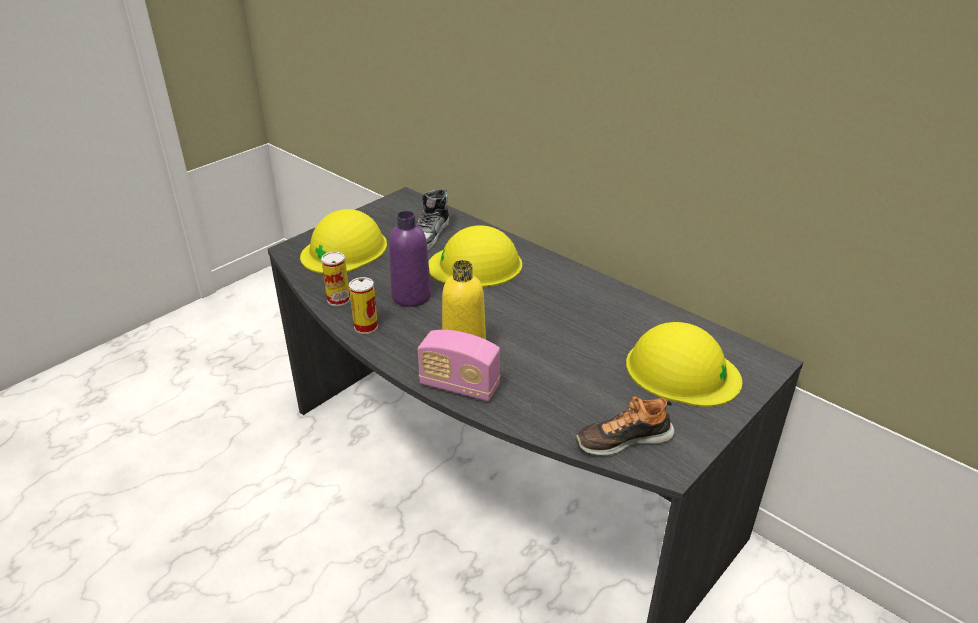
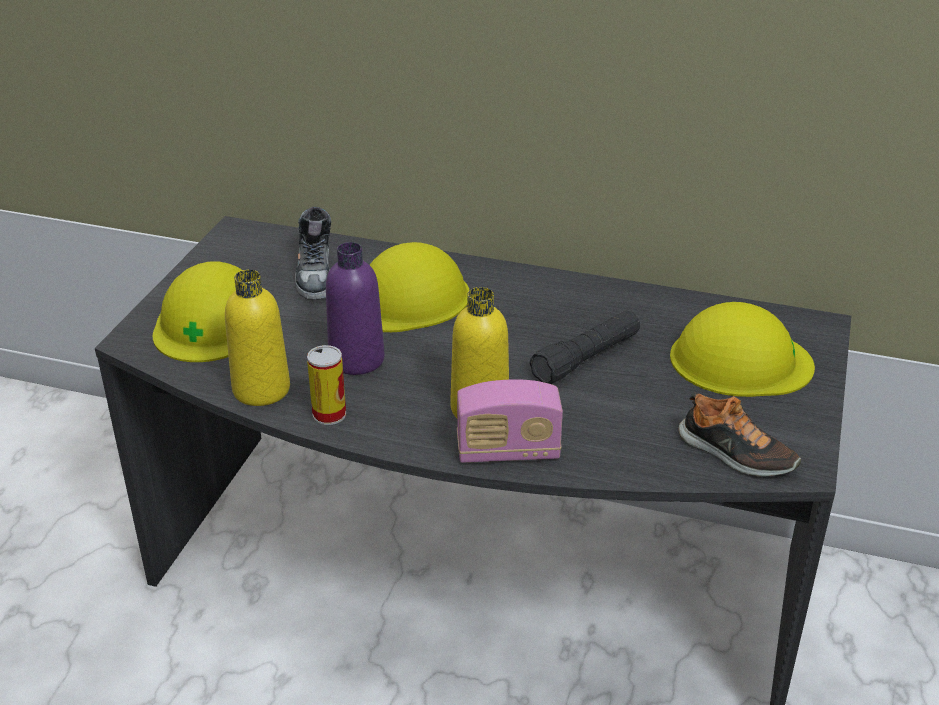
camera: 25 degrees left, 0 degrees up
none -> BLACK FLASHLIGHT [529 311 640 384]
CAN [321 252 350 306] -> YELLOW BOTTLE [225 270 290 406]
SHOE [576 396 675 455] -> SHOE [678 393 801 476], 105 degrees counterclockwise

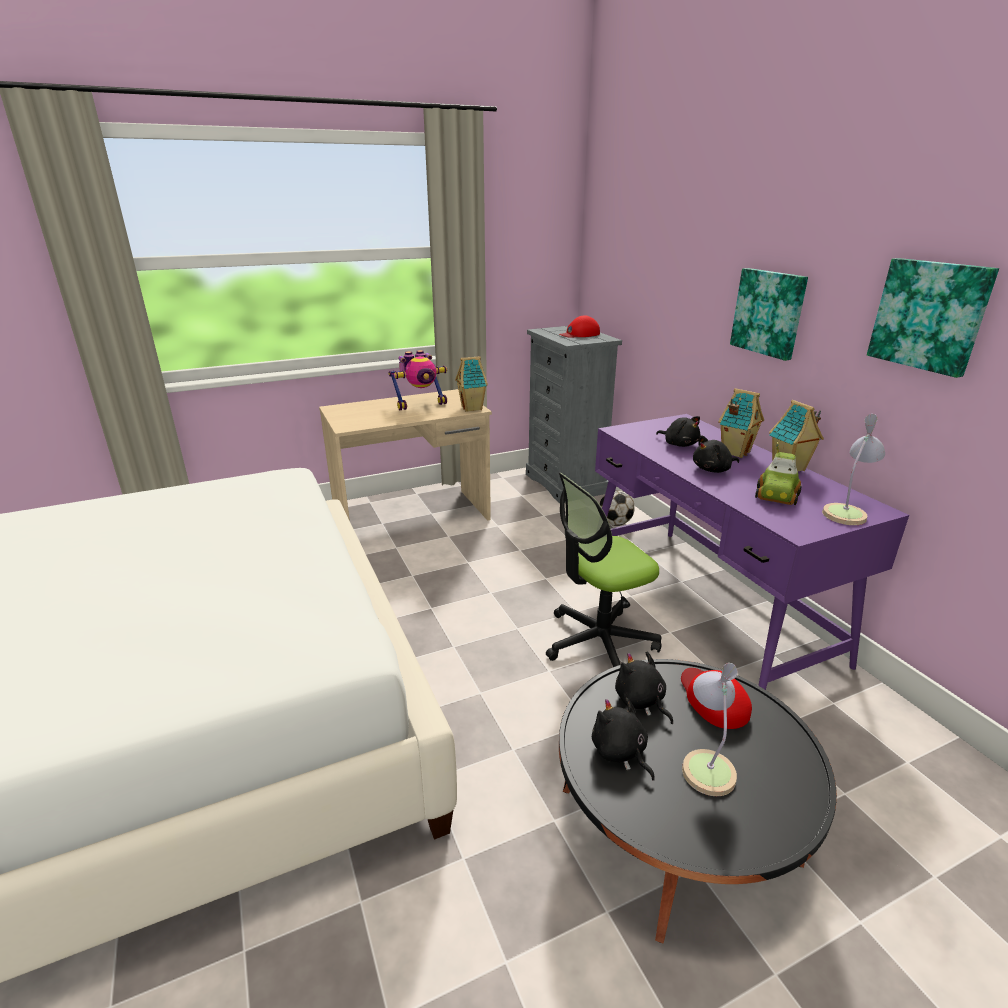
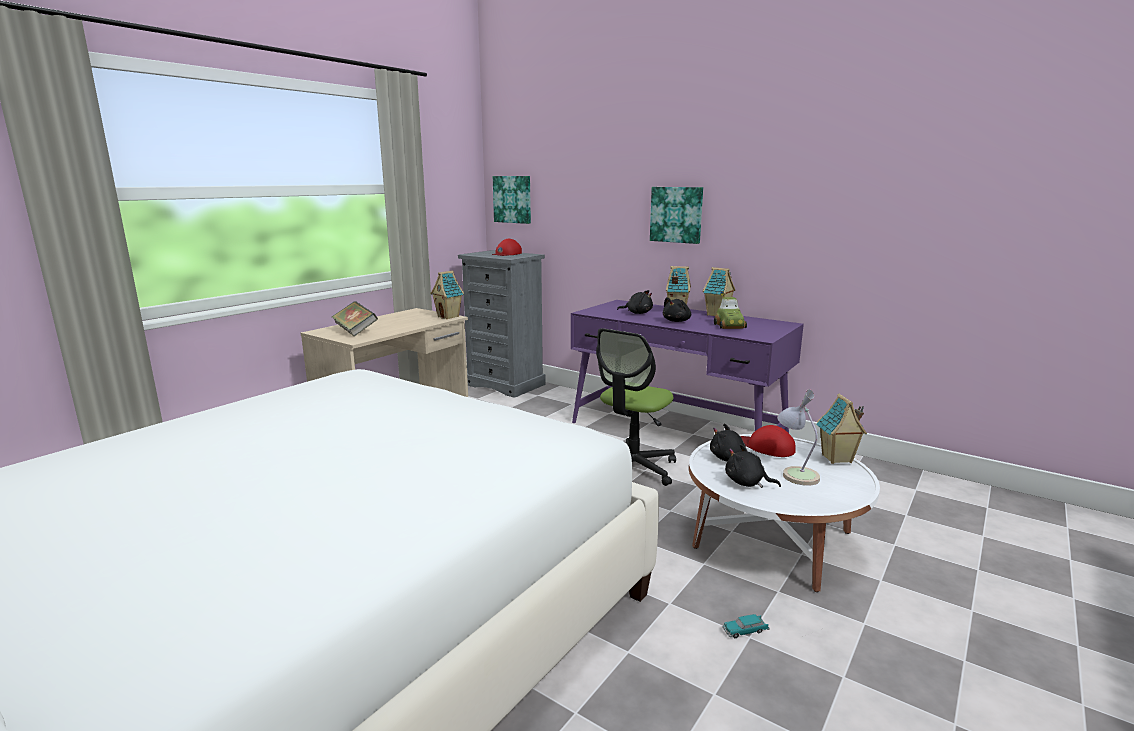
camera: 30 degrees left, 10 degrees down
TOY ROBOT [388 350 447 410] -> none
FOOTBALL [599 490 635 526] -> none
TABLE LAMP [822 414 885 525] -> none
none -> BOOK [332 301 378 337]
none -> TOY CAR [722 614 770 638]
none -> TOY HOUSE [816 394 867 464]
PICTURE [867 258 999 378] -> PICTURE [493 176 531 224], shifted
BLACK COFFEE TABLE [559 659 837 944] -> WHITE COFFEE TABLE [689 434 880 592]

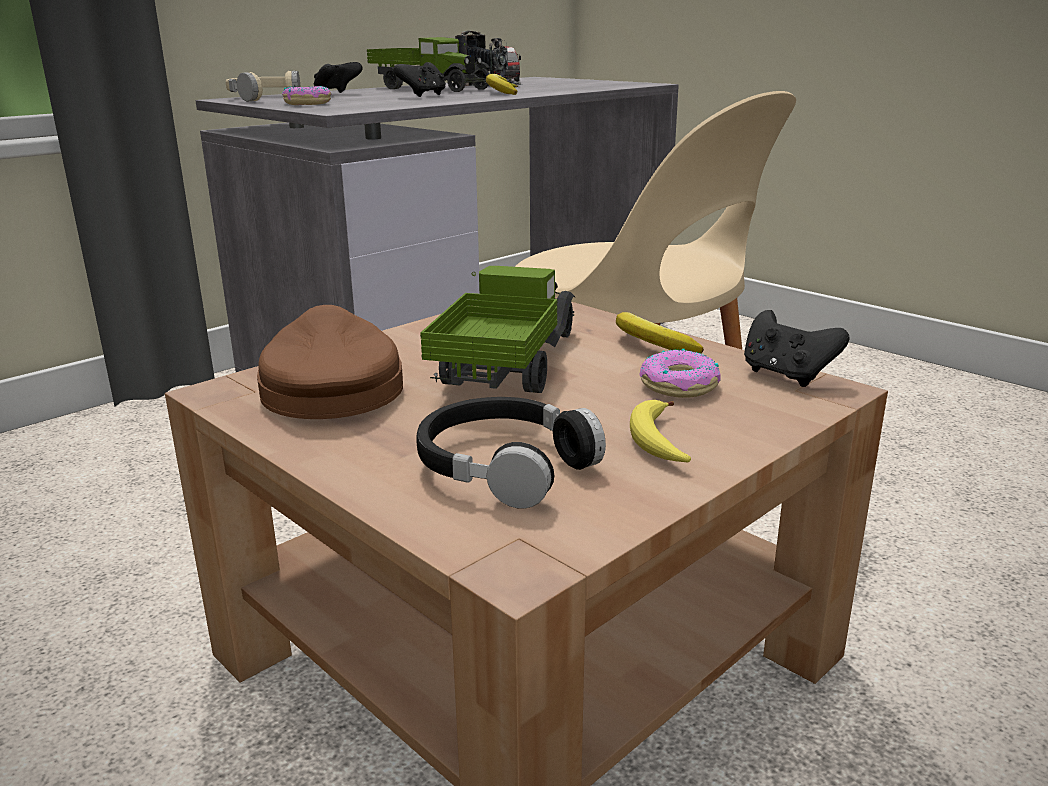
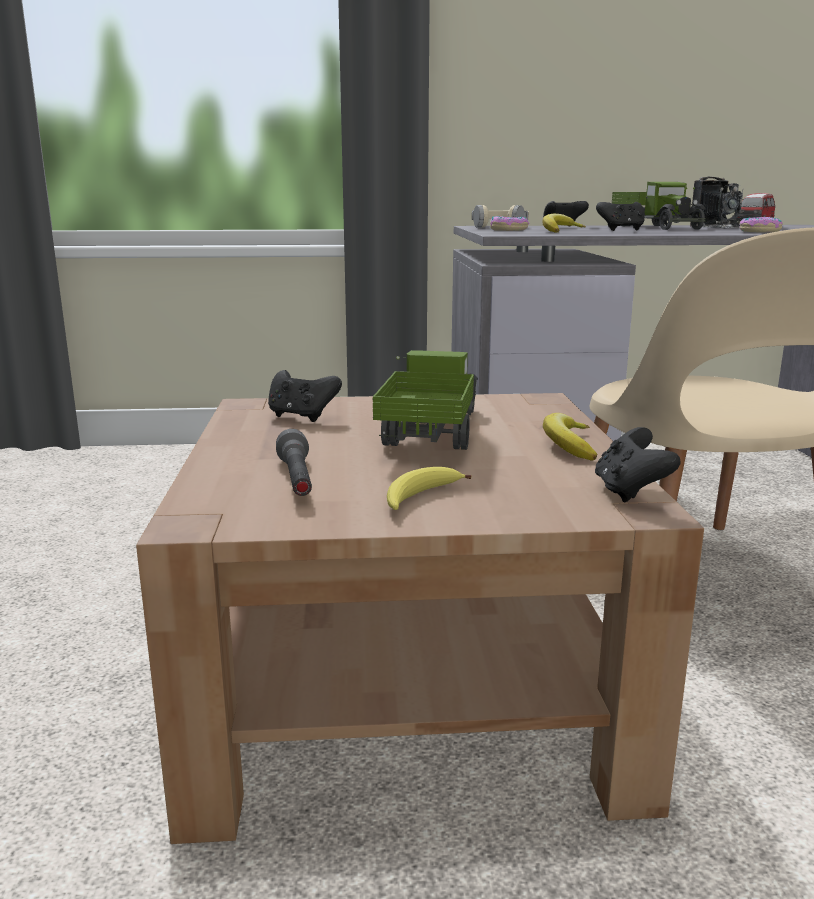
camera: 40 degrees right, 5 degrees down
BANANA [486 74 518 95] -> BANANA [543 214 586 232], shifted
DONUT [640 349 721 398] -> DONUT [739 217 783 232], shifted
BROWN CAP [257 305 403 419] -> BLACK GAME CONTROLLER [268 370 342 422]
BLACK HEADPHONES [417 397 606 509] -> GREY FLASHLIGHT [276 429 312 496]
TOY TRUCK [420 266 576 393] -> TOY TRUCK [372 350 478 450], 45 degrees counterclockwise

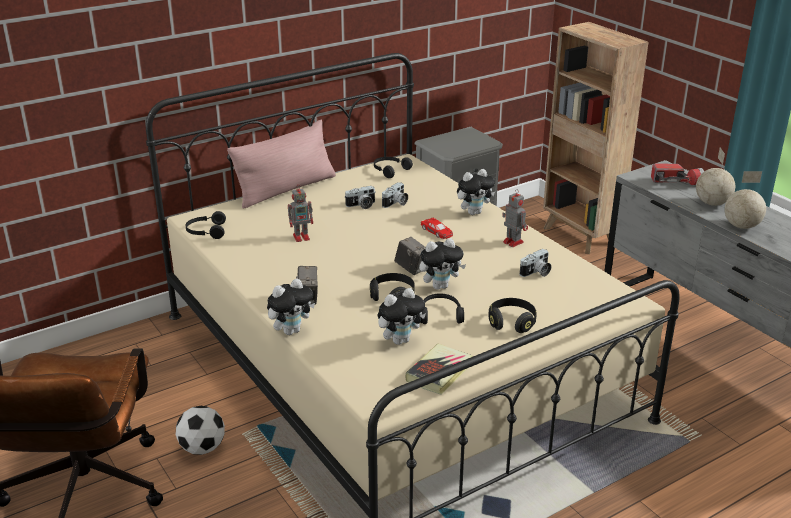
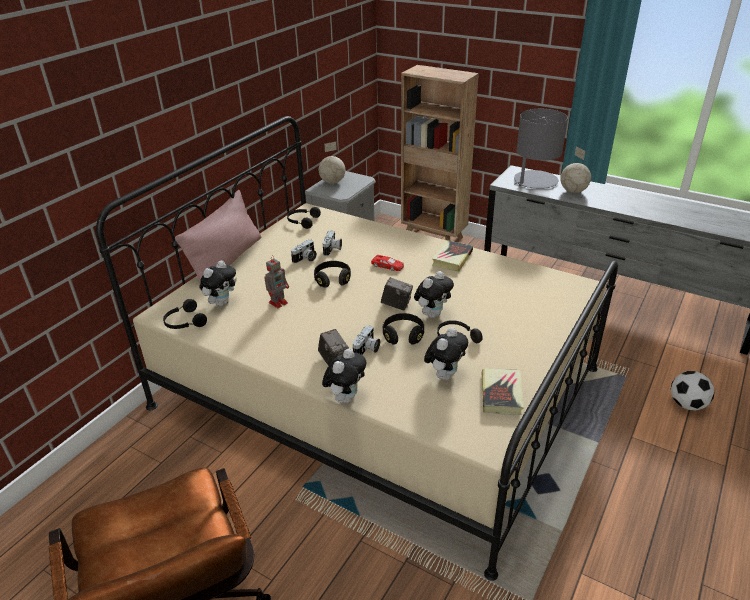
camera: 25 degrees left, 5 degrees up
FOOTBALL [176 406 225 455] -> FOOTBALL [670 371 715 411], shifted
PLUSH TOY [457 169 495 215] -> PLUSH TOY [200 260 237 306], shifted
BLACK HEADPHONES [488 298 537 333] -> BLACK HEADPHONES [314 261 351 288], shifted
PHOTO CAMERA [520 249 551 277] -> PHOTO CAMERA [353 325 380 355], shifted
GLOBE [724 171 766 229] -> GLOBE [319 142 345 184], shifted
TOY ROBOT [502 189 528 247] -> BOOK [432 240 473 272]
FLASHLIGHT [651 164 704 185] -> GREY TABLE LAMP [514 109 568 189]

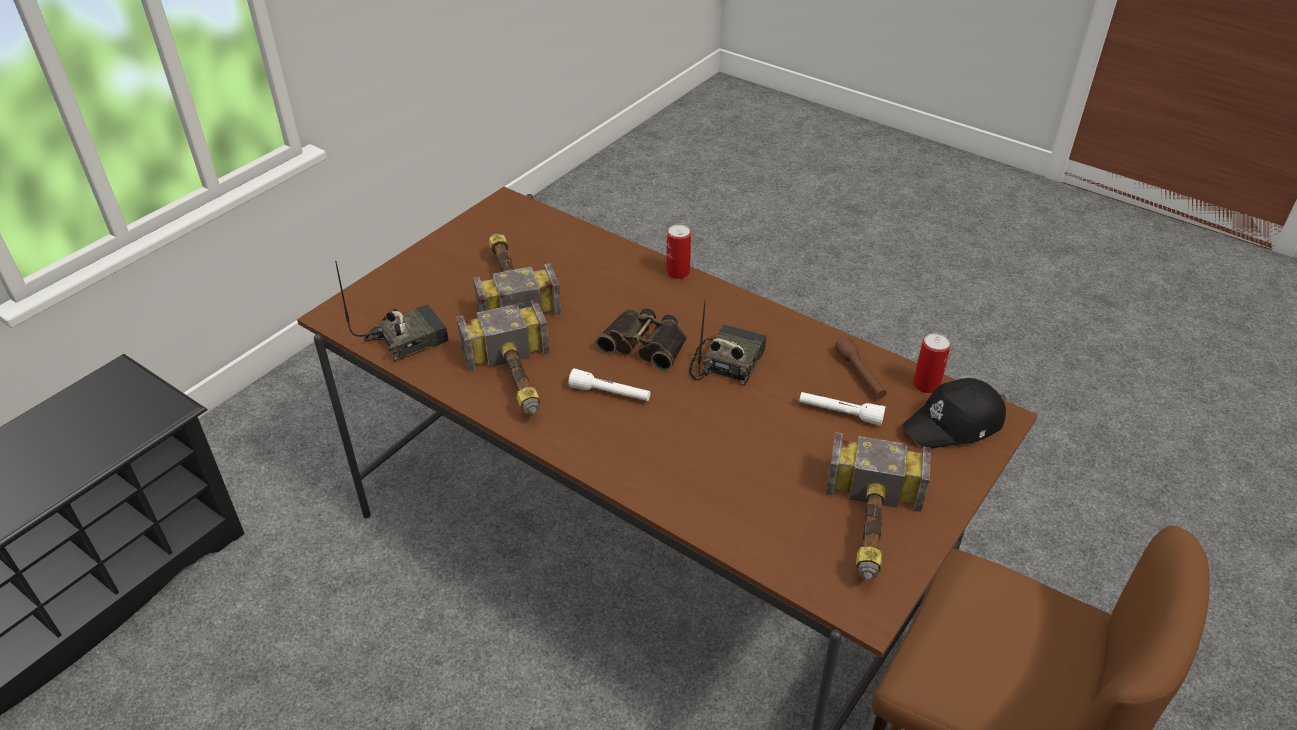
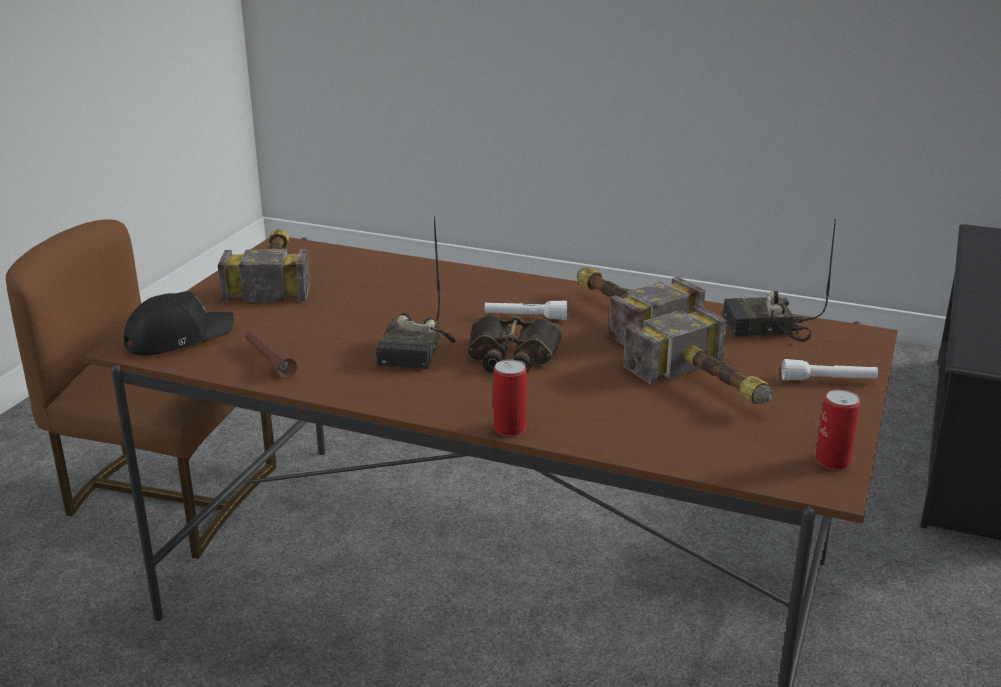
camera: 165 degrees right, 15 degrees down
WHITE FLASHLIGHT [799 392 886 426] -> WHITE FLASHLIGHT [782 359 878 381], shifted
CAN [913 333 951 393] -> CAN [816 390 860 470], shifted
RADIO [336 261 449 362] -> RADIO [723 219 836 342], 45 degrees clockwise

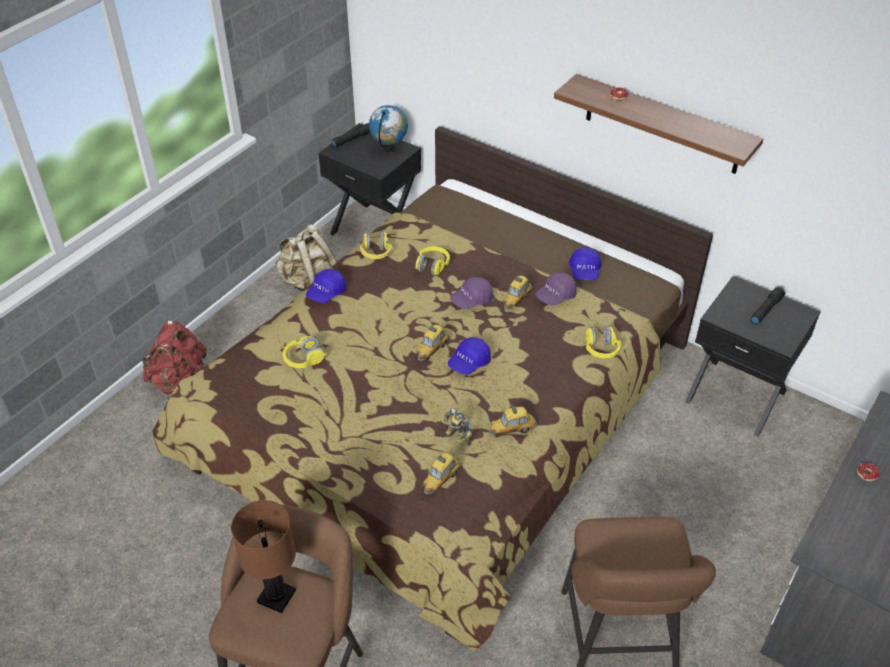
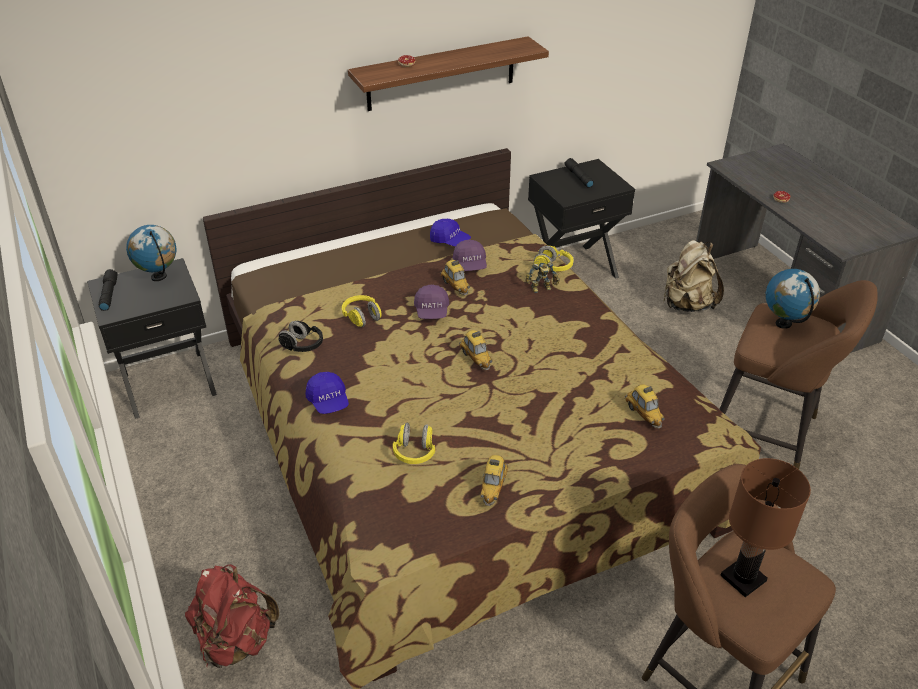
camera: 60 degrees left, 5 degrees down
BLUE CAP [448 337 491 375] -> none
none -> GLOBE [766 269 820 329]
BEIGE BACKPACK [275 224 337 292] -> BEIGE BACKPACK [664 240 724 312], shifted
TOY ROBOT [444 408 472 444] -> TOY ROBOT [525 262 560 293], shifted
TOY CAR [488 406 538 435] -> TOY CAR [480 455 508 506], shifted
YELLOW HEADPHONES [360 231 392 259] -> BLACK HEADPHONES [279 321 323 352]

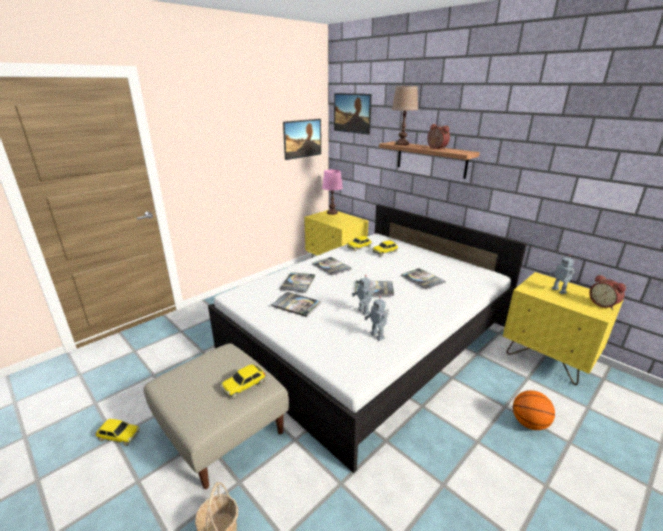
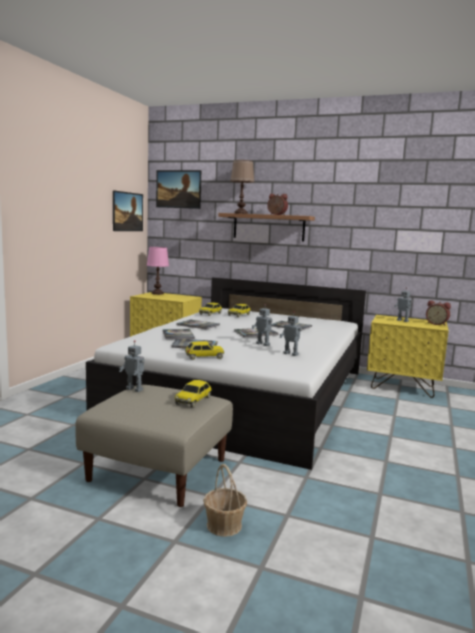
camera: 25 degrees left, 15 degrees down
BASKETBALL [513 390 555 430] -> none
none -> TOY ROBOT [119 340 145 392]
TOY CAR [95 419 139 446] -> TOY CAR [185 341 224 360], shifted

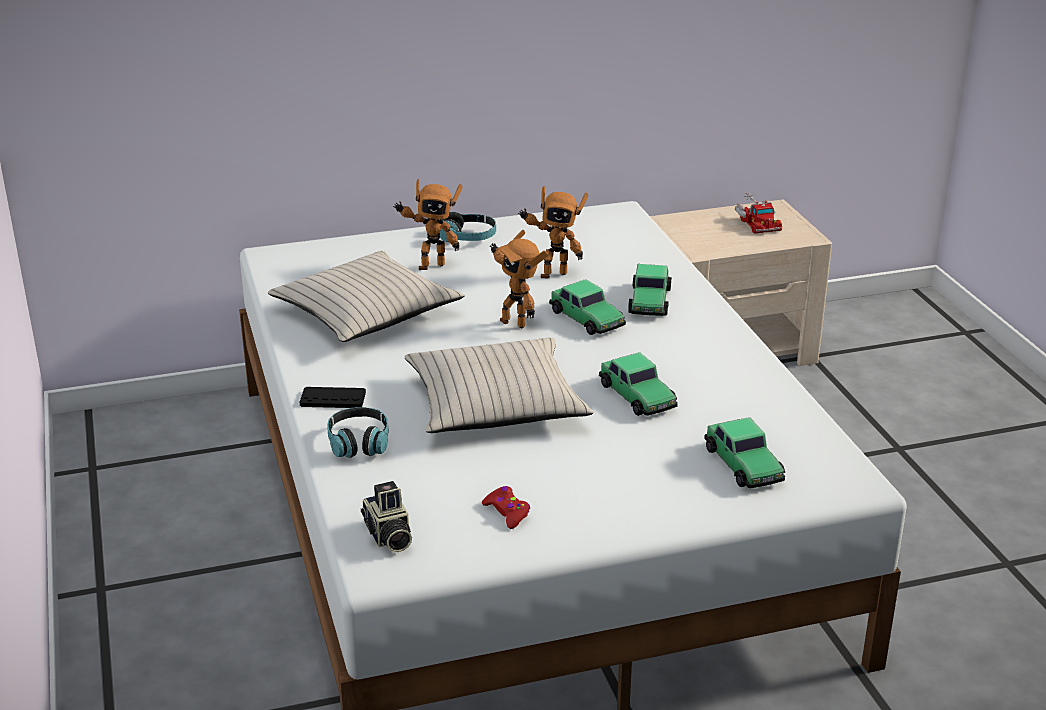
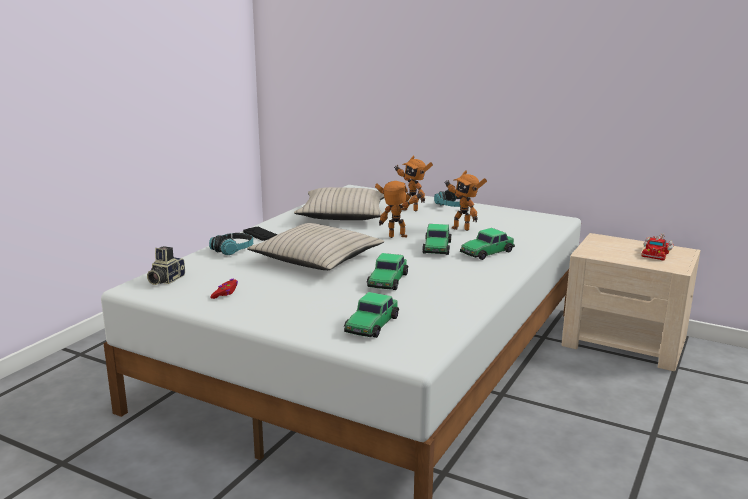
camera: 45 degrees right, 10 degrees down
TOY ROBOT [490 230 548 328] -> TOY ROBOT [375 181 423 238], 90 degrees clockwise

